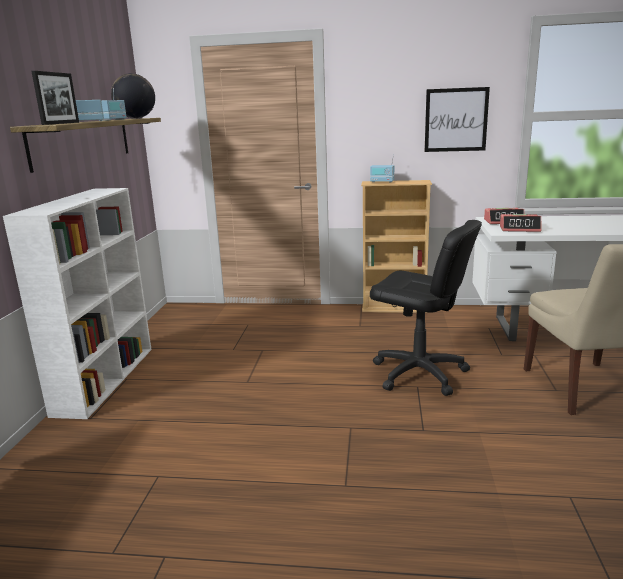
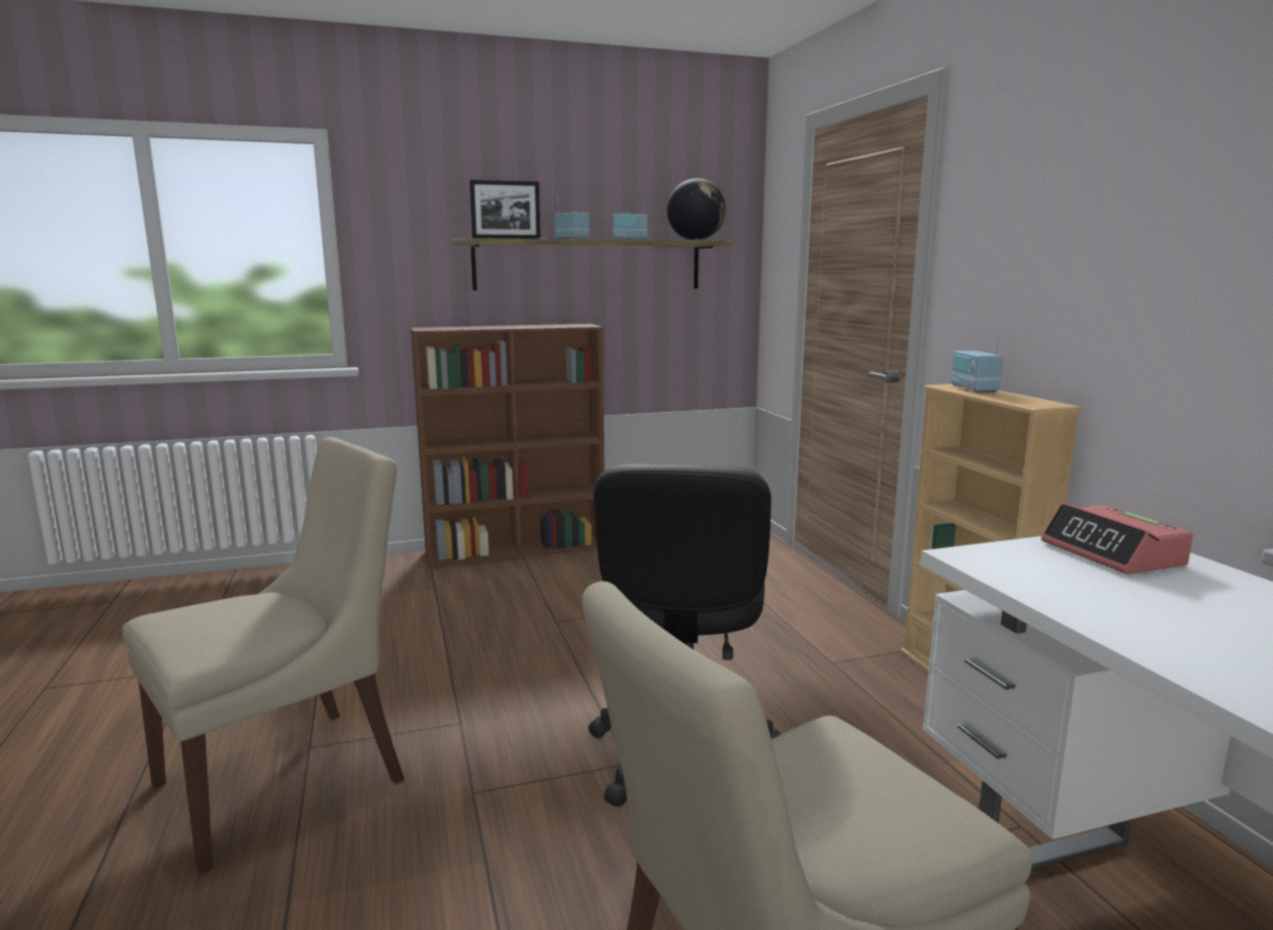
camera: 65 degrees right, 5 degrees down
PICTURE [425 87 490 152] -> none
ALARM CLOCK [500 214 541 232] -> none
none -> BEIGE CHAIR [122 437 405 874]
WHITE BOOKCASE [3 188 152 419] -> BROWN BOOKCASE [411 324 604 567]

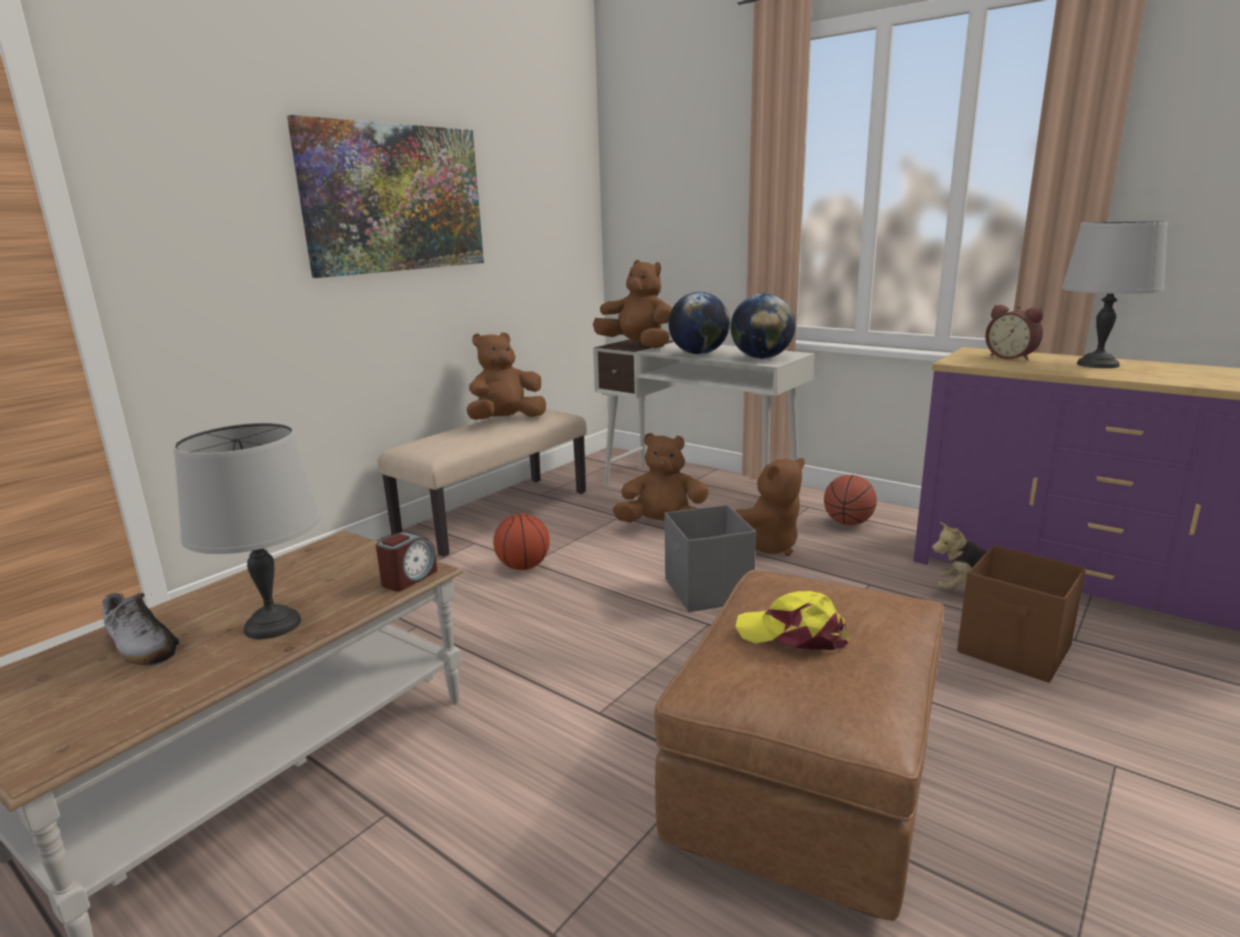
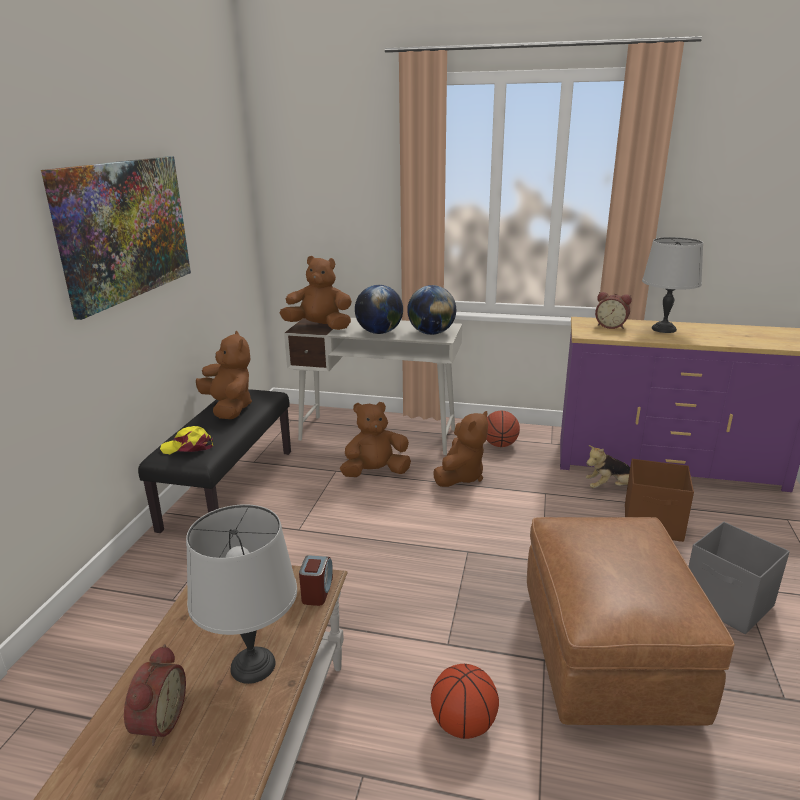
camera: 25 degrees left, 5 degrees up
BASKETBALL [493 513 550 570] -> BASKETBALL [431 664 499 739], shifted
GREY STORAGE BOX [665 505 756 612] -> GREY STORAGE BOX [688 522 790 634], shifted
YELLOW CAP [735 591 849 650] -> YELLOW CAP [160 426 213 454], shifted
SHOE [102 593 179 666] -> ALARM CLOCK [124 644 186 746]
BEIGE BENCH [378 409 587 557] -> BLACK BENCH [138 389 291 533]
BROWN PLUSH TOY [467 332 546 420] -> BROWN PLUSH TOY [196 331 252 419], 120 degrees clockwise

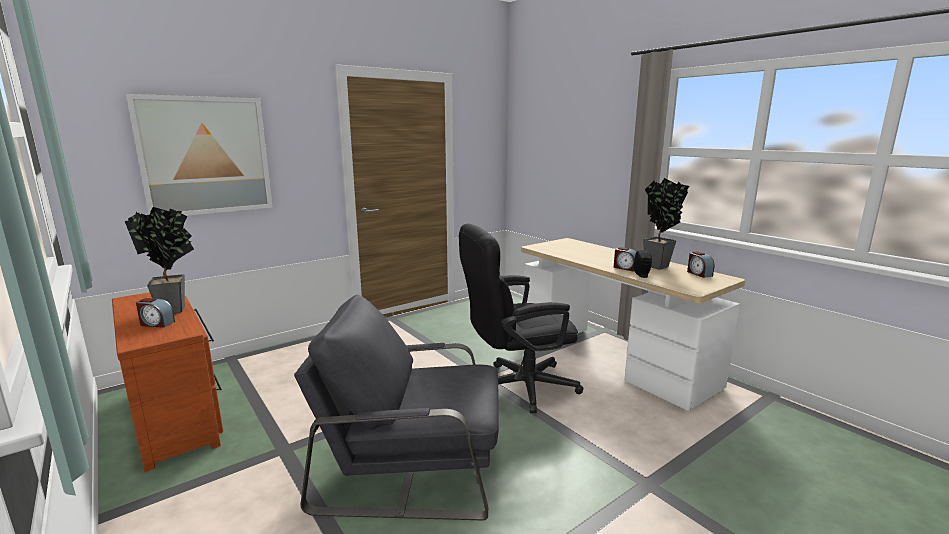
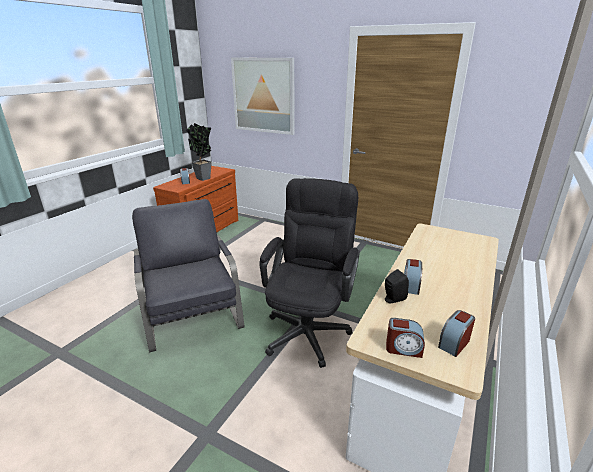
camera: 65 degrees right, 10 degrees up
POTTED PLANT [643 178 690 270] -> none
none -> ALARM CLOCK [386 318 425 358]
BLACK OFFICE CHAIR [459 223 583 413] -> BLACK OFFICE CHAIR [259 178 360 368], 60 degrees clockwise

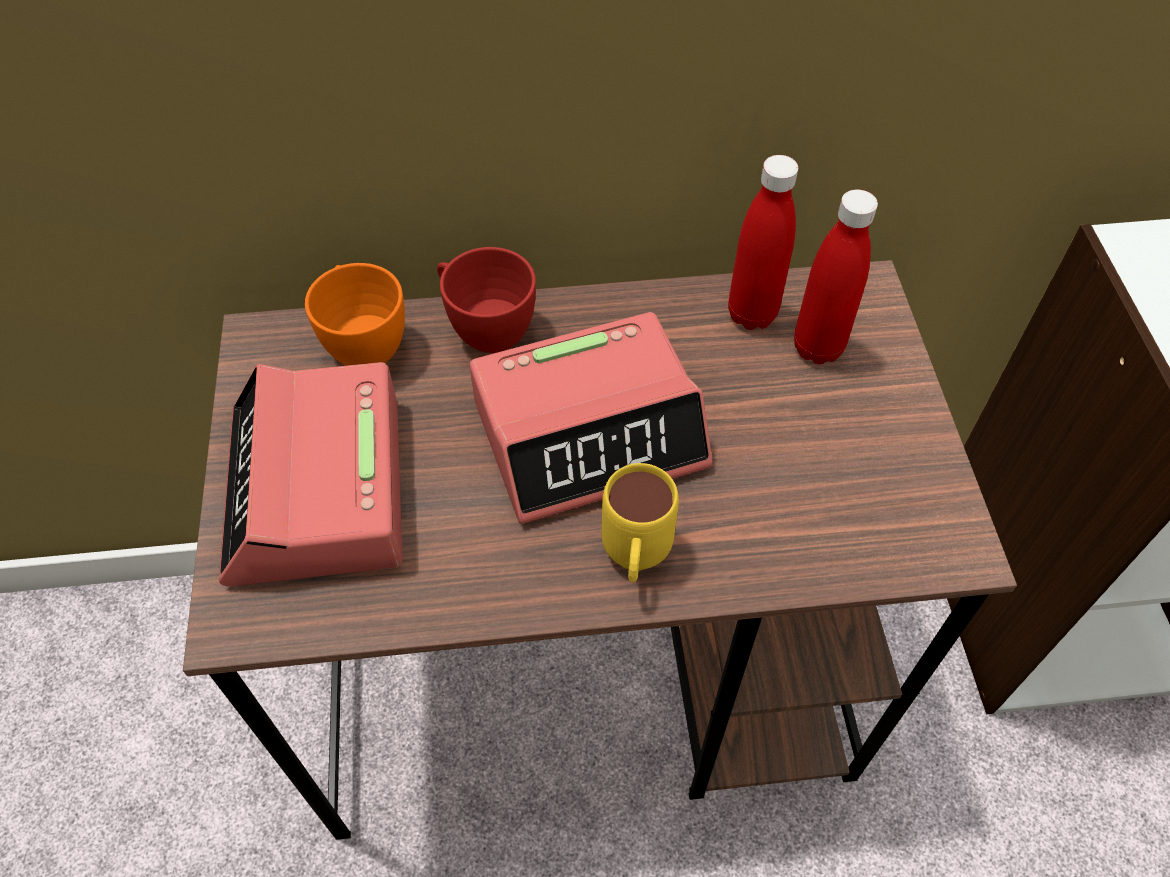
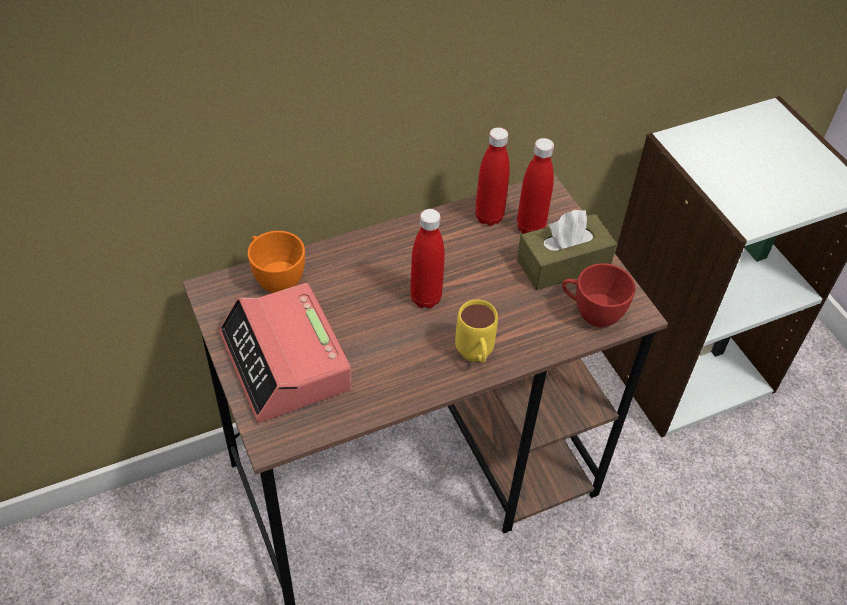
camera: 20 degrees left, 5 degrees down
none -> BROWN TISSUE BOX [517 209 617 290]
RED CUP [437 247 536 353] -> RED CUP [562 263 636 327], shifted
ALARM CLOCK [469 312 713 524] -> RED BOTTLE [410 209 445 308]

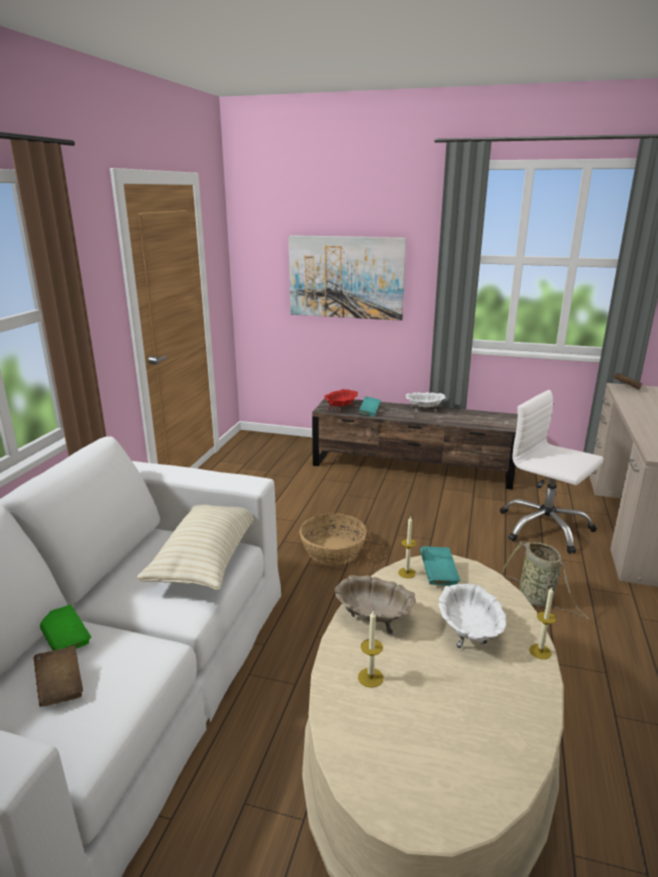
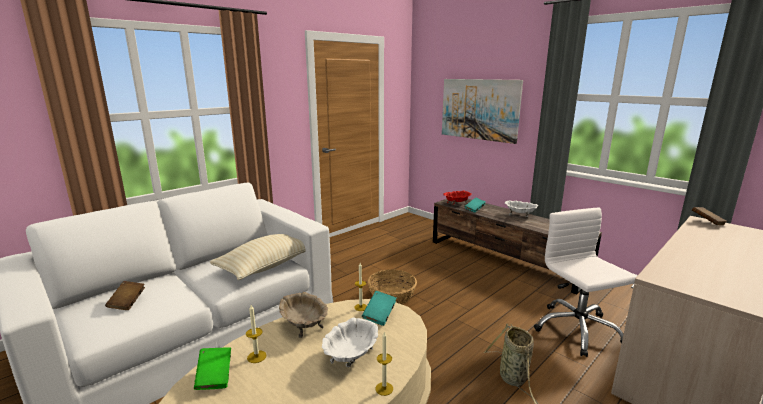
camera: 30 degrees right, 5 degrees down
GREEN BOOK [40 604 91 651] -> GREEN BOOK [194 347 231 390], shifted

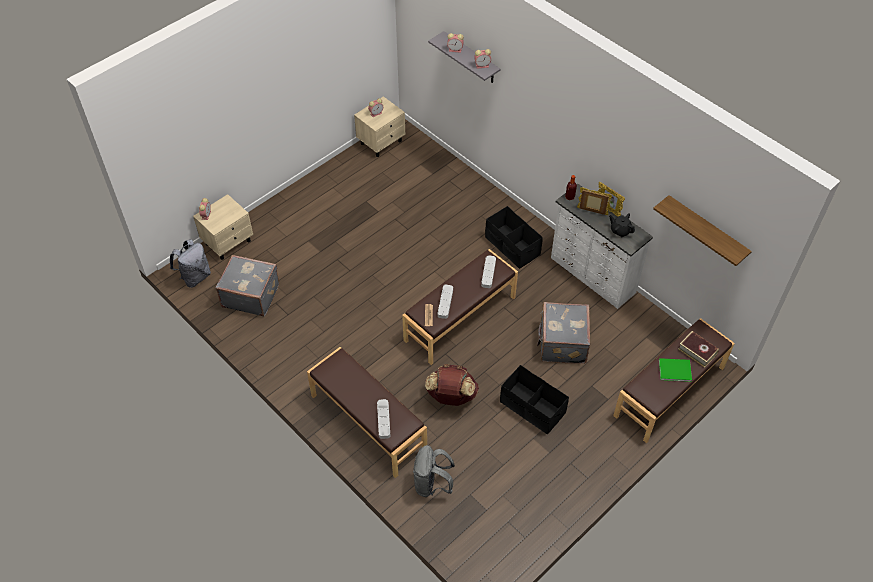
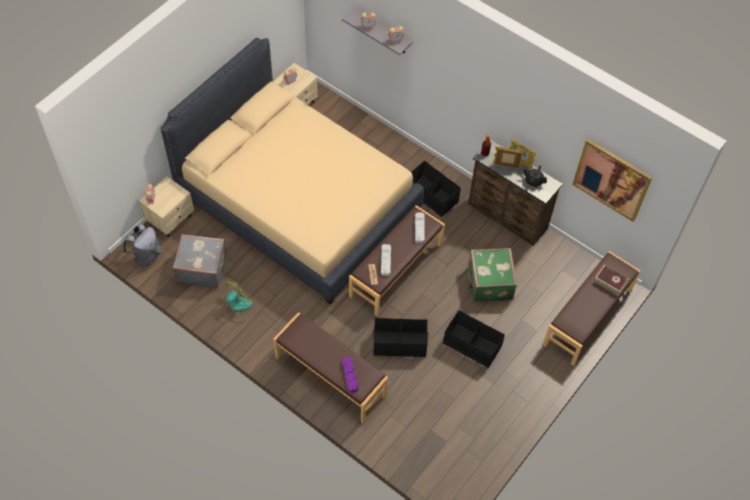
camera: 10 degrees left, 5 degrees up
GREY BACKPACK [413 445 455 497] -> none
GREEN BOOK [659 358 692 382] -> none
none -> BEIGE BED [161 38 424 304]
none -> FAN [221 278 252 323]
BROWN BACKPACK [425 364 479 406] -> BLACK STORAGE BOX [373 318 429 357]
SHELF [653 195 752 266] -> PICTURE [572 139 652 222]
GREY TRAY [377 399 390 439] -> PURPLE TRAY [342 357 358 393]
GREY SUITCASE [537 302 590 364] -> GREEN SUITCASE [468 248 517 302]
WHITE DRESSER [551 184 653 309] -> BROWN DRESSER [468 139 563 246]

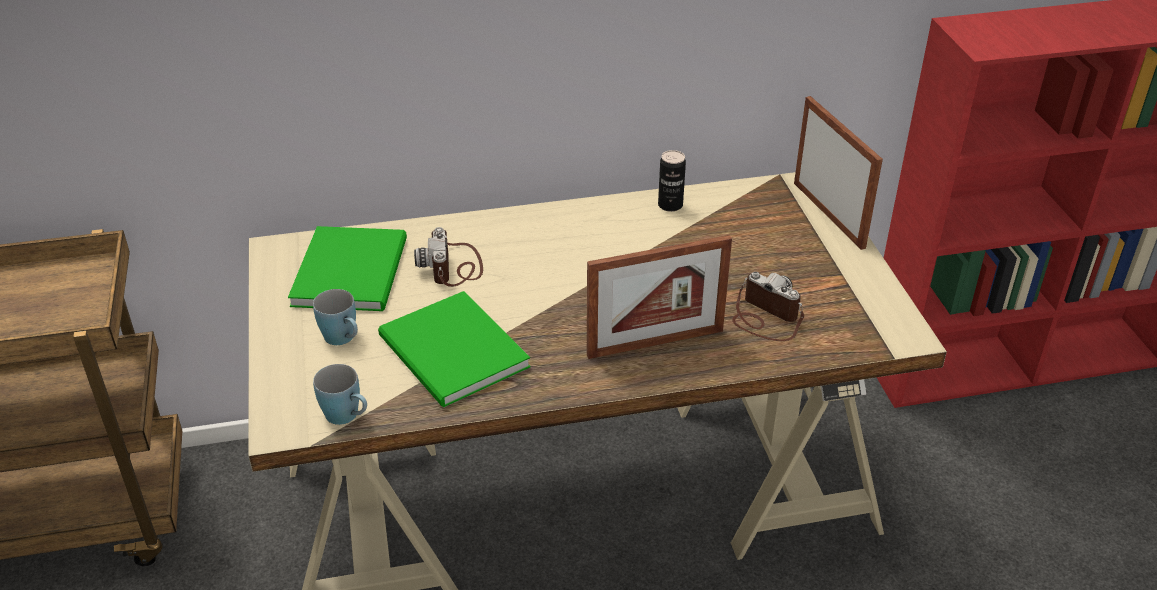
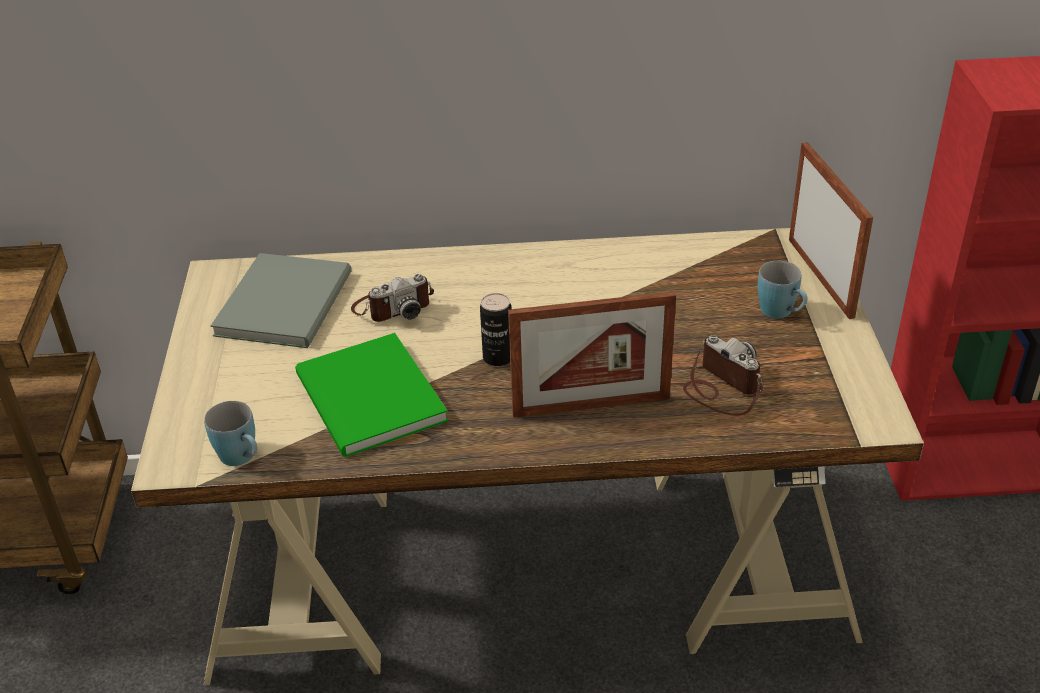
camera: 10 degrees right, 0 degrees up
BLUE MUG [313 289 358 345] -> BLUE MUG [758 261 808 319], shifted
CAN [658 150 686 212] -> CAN [480 293 511 366], shifted
GREEN BOOK [288 226 407 311] -> GREY BOOK [211 253 351 348]
PHOTO CAMERA [414 227 483 287] -> PHOTO CAMERA [351 274 434 322], 120 degrees counterclockwise

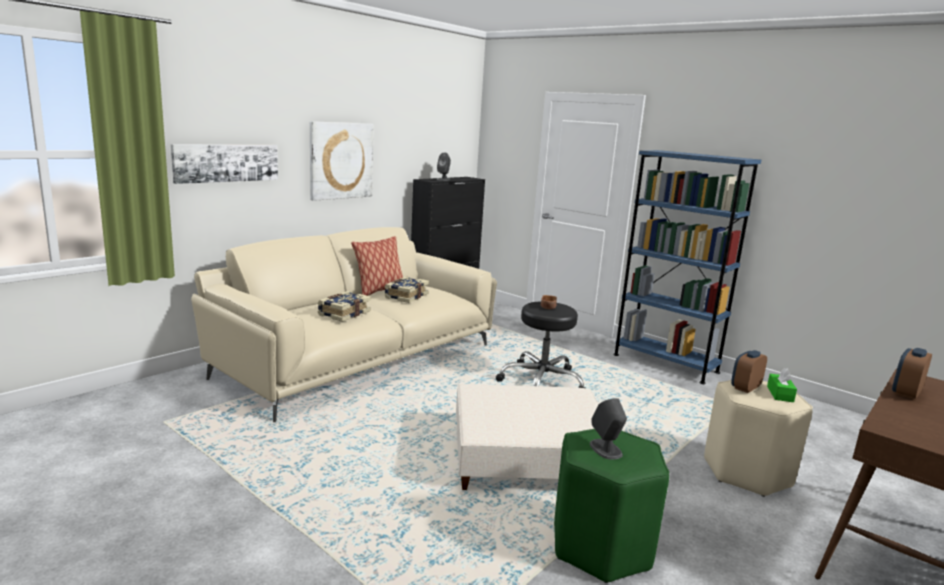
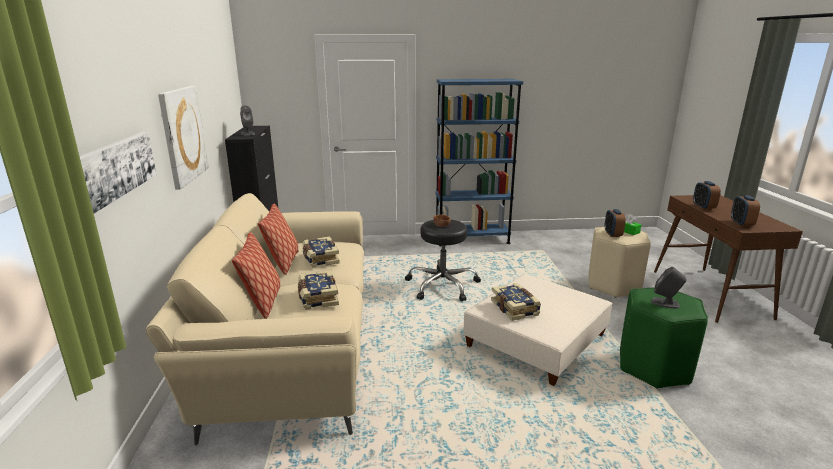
camera: 45 degrees left, 5 degrees up
none -> PILLOW [232 233 280 319]
none -> BOOK [491 283 541 321]
none -> ALARM CLOCK [731 195 760 227]

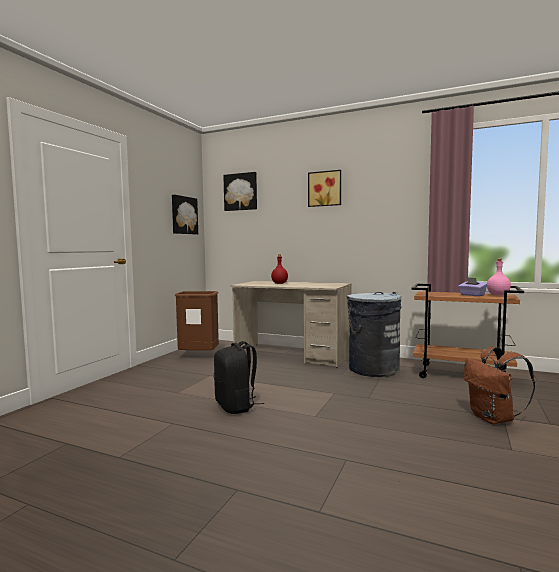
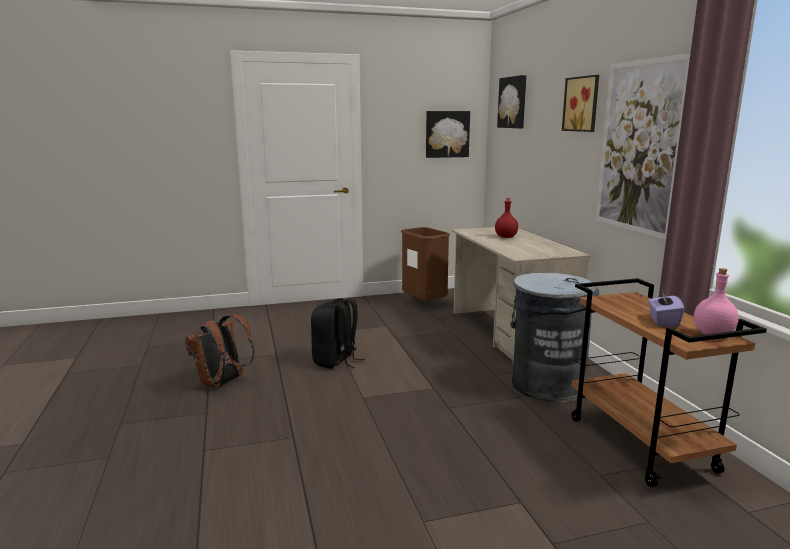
camera: 50 degrees right, 10 degrees up
none -> PICTURE [596 53 690 240]
BROWN BACKPACK [463 346 535 424] -> BROWN BACKPACK [185 314 254 388], shifted

